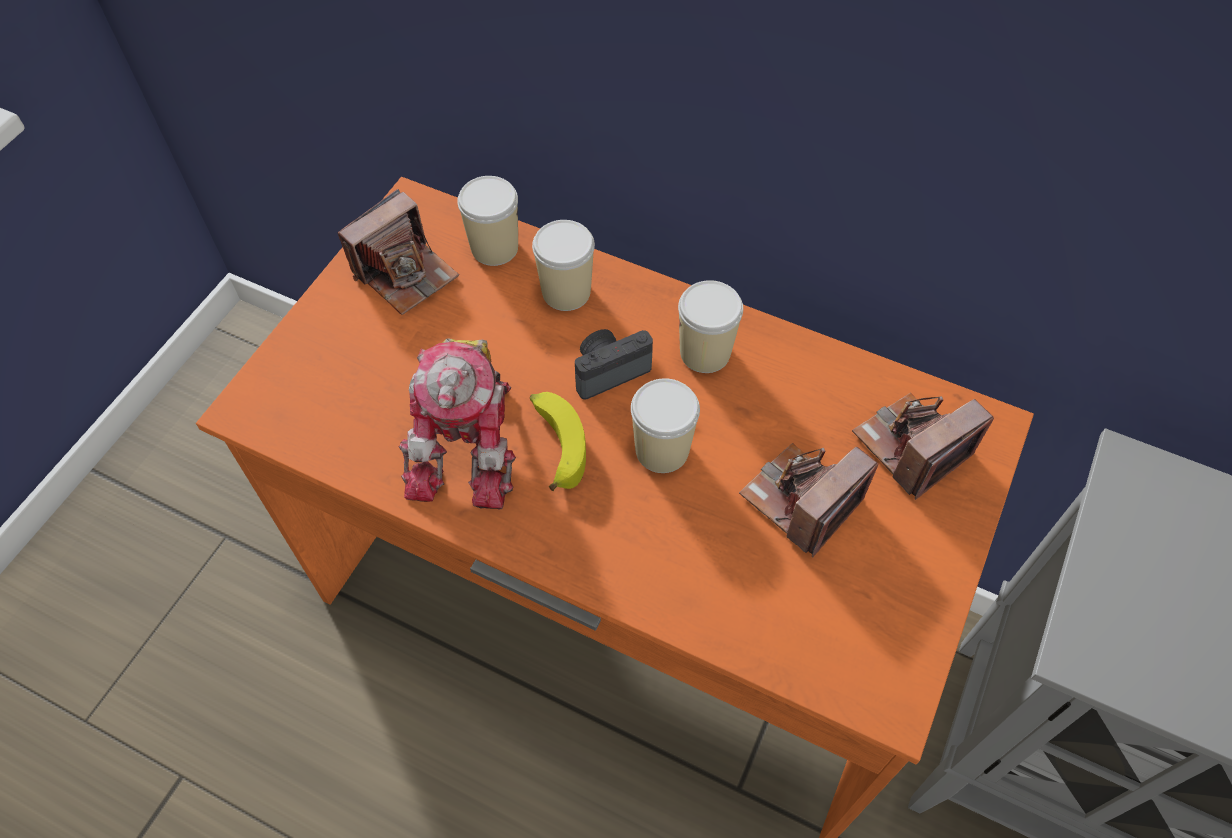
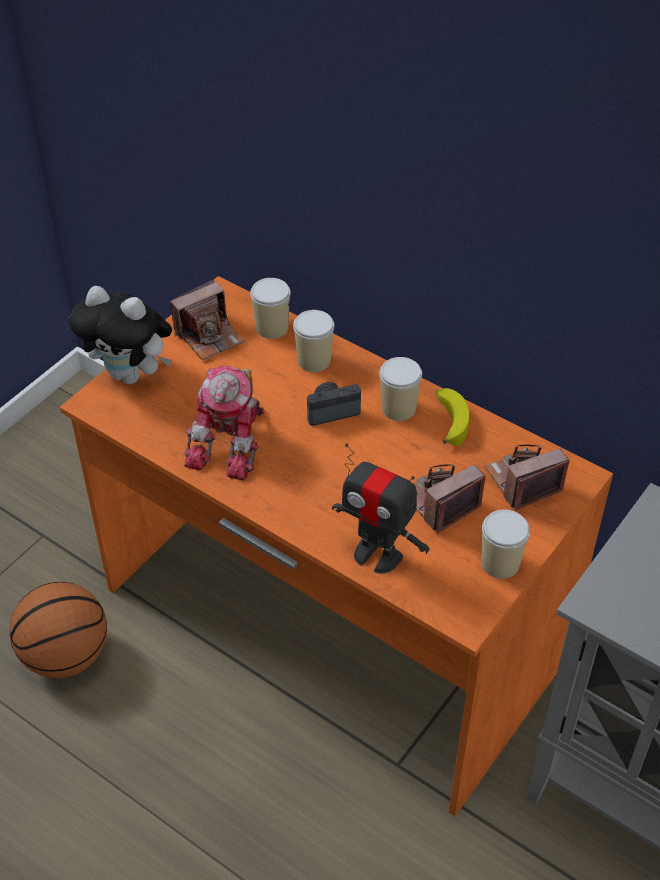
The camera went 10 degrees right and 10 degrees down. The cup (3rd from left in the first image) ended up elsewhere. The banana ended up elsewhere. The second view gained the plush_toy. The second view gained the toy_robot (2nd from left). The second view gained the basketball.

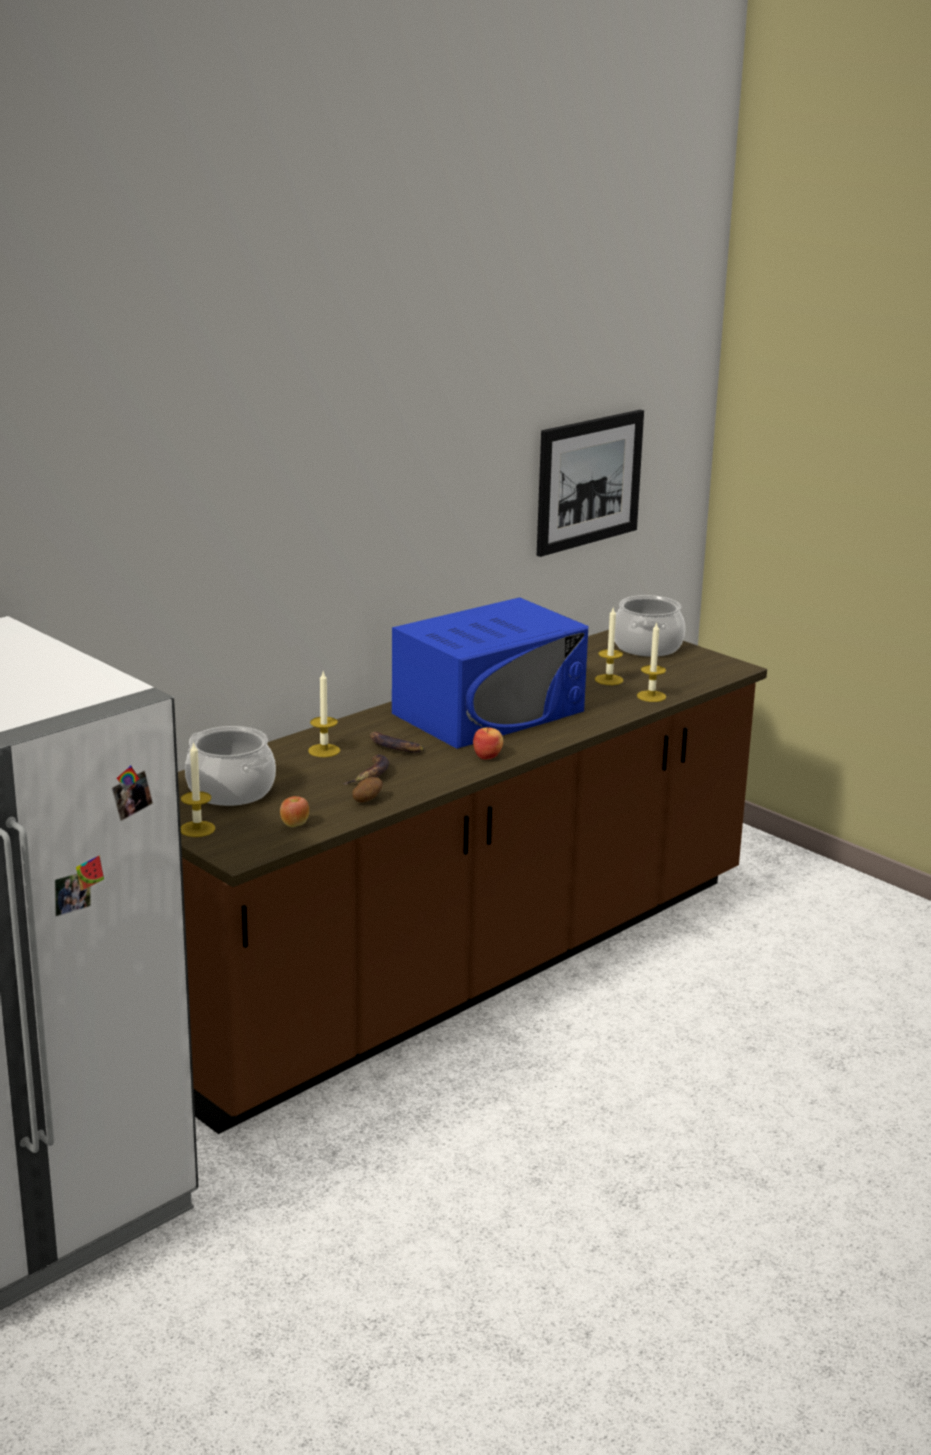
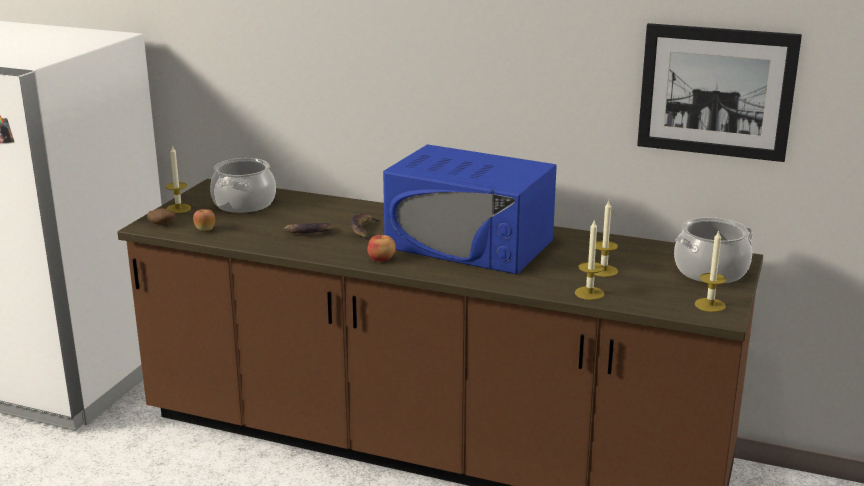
The camera went 65 degrees right and 0 degrees up. The candle (2nd from left in the first image) ended up elsewhere. The potato ended up elsewhere.

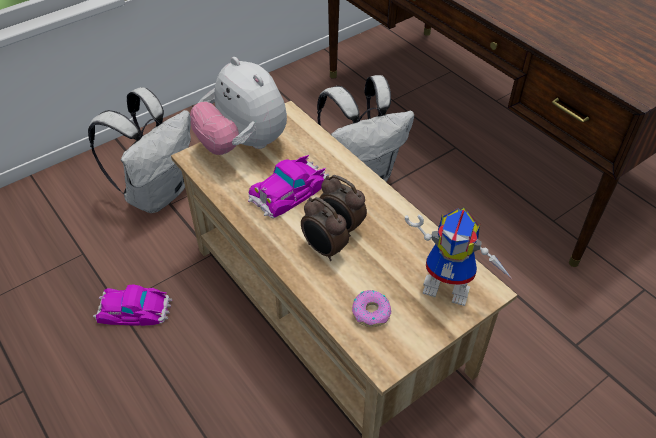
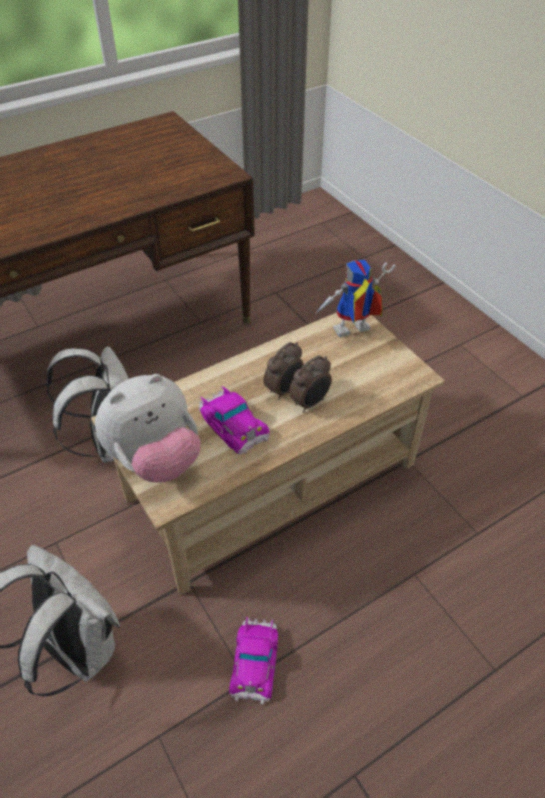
The camera went 85 degrees left and 0 degrees up. The toy_robot ended up facing another way, 135 degrees counterclockwise from before. The second view lost the donut.

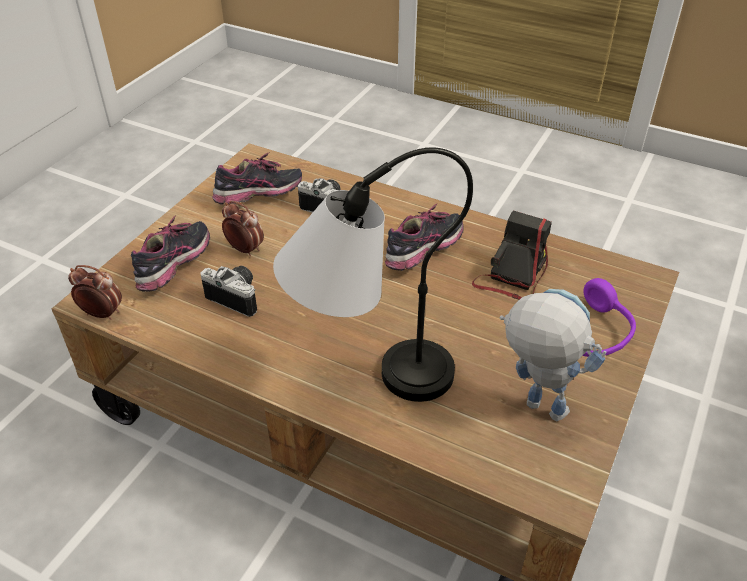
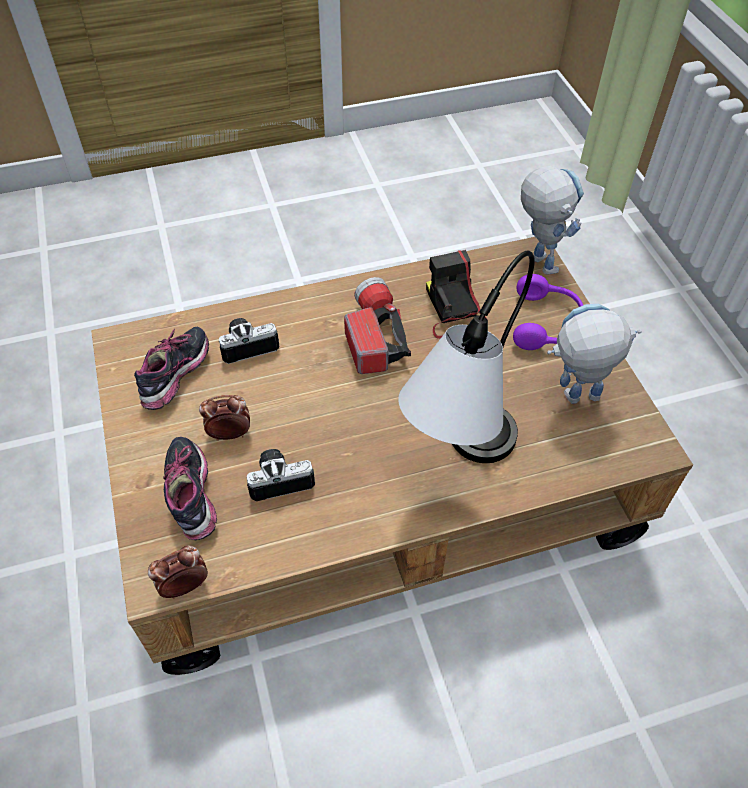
The camera went 45 degrees left and 10 degrees up. Where the shoe (3rd from left) stood, the flashlight came to stand. The second view gained the toy_robot (1st from left).

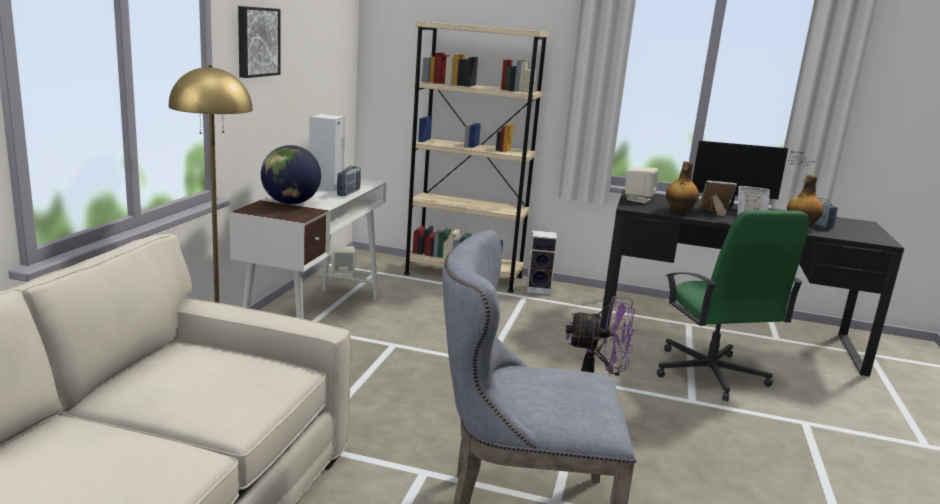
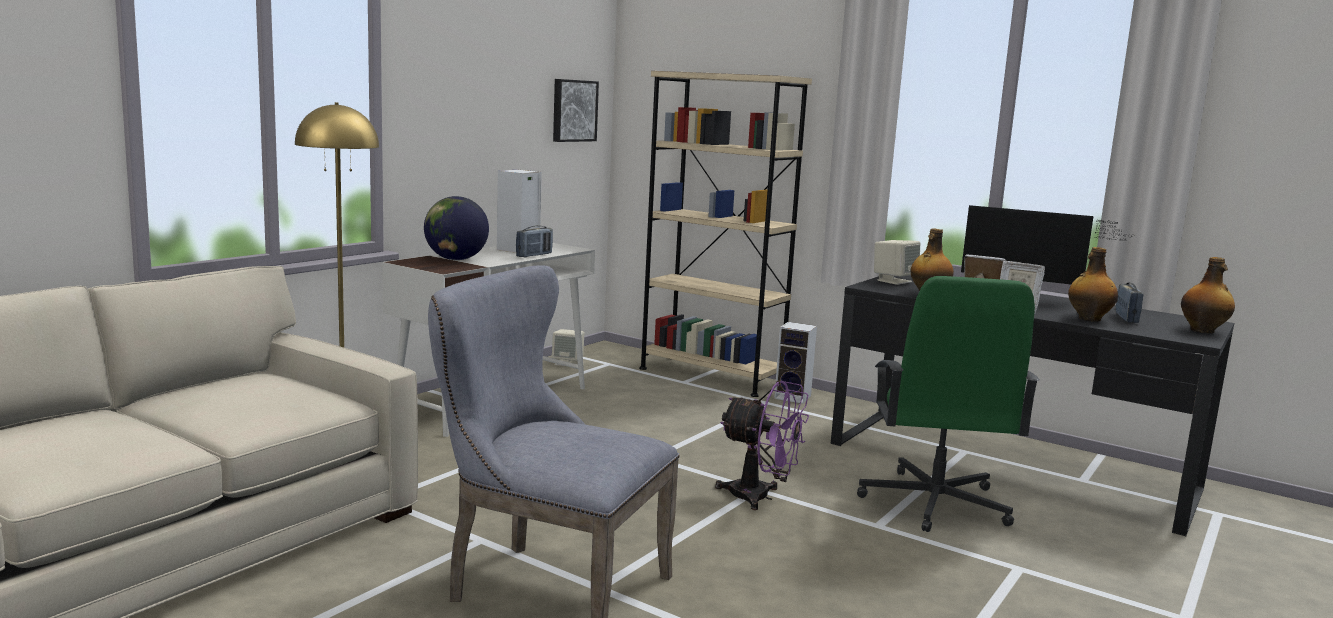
The camera went 20 degrees right and 5 degrees down. The picture ended up elsewhere. The second view gained the bottle (3rd from left).

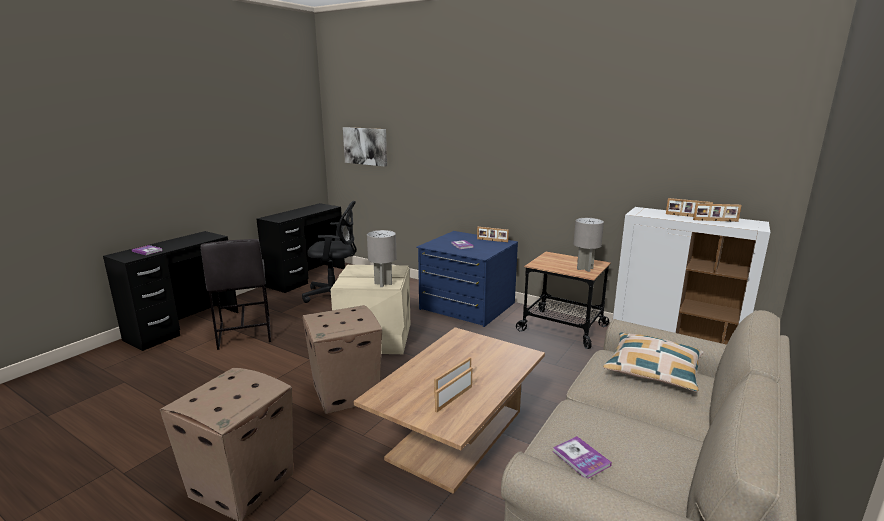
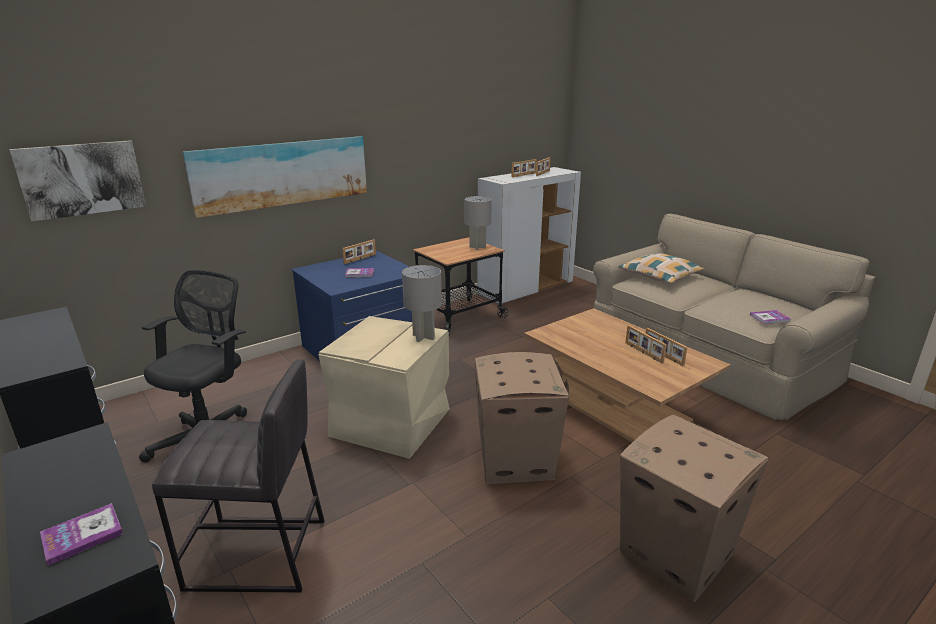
The camera went 70 degrees left and 5 degrees up. The second view gained the picture (2nd from left).

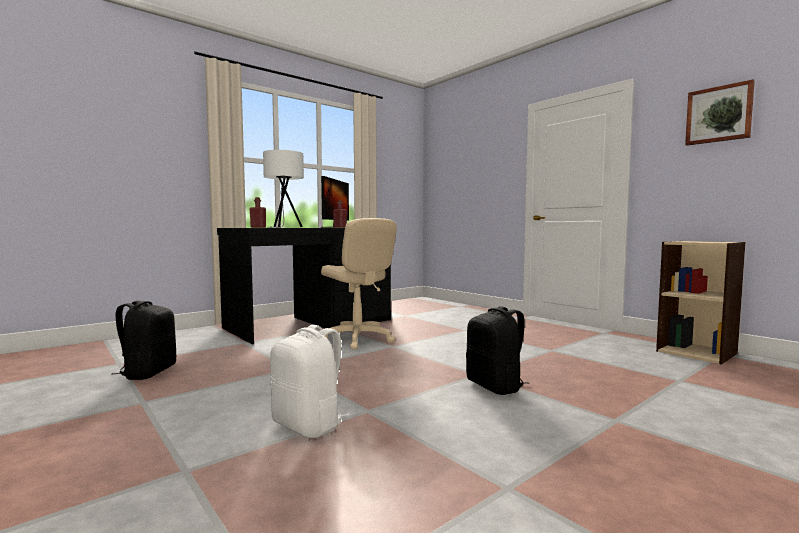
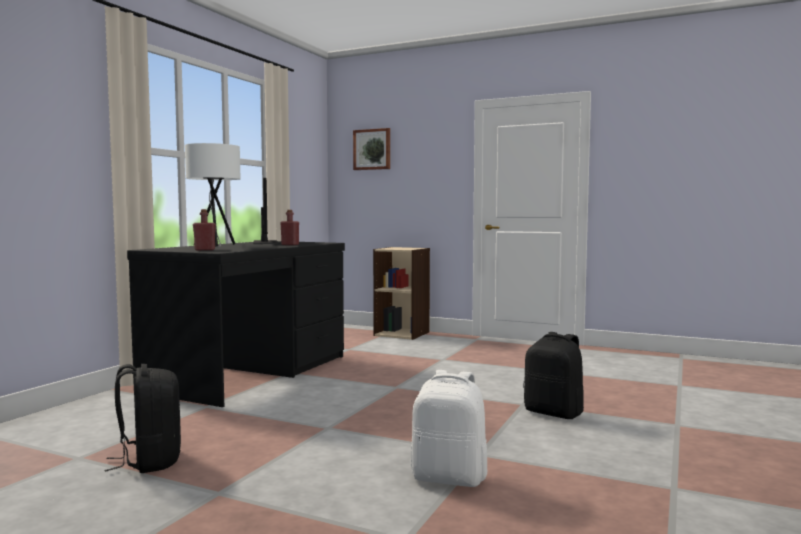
The camera went 25 degrees left and 0 degrees up. The picture ended up elsewhere. The second view lost the beige_office_chair. The beige_bookcase ended up elsewhere.

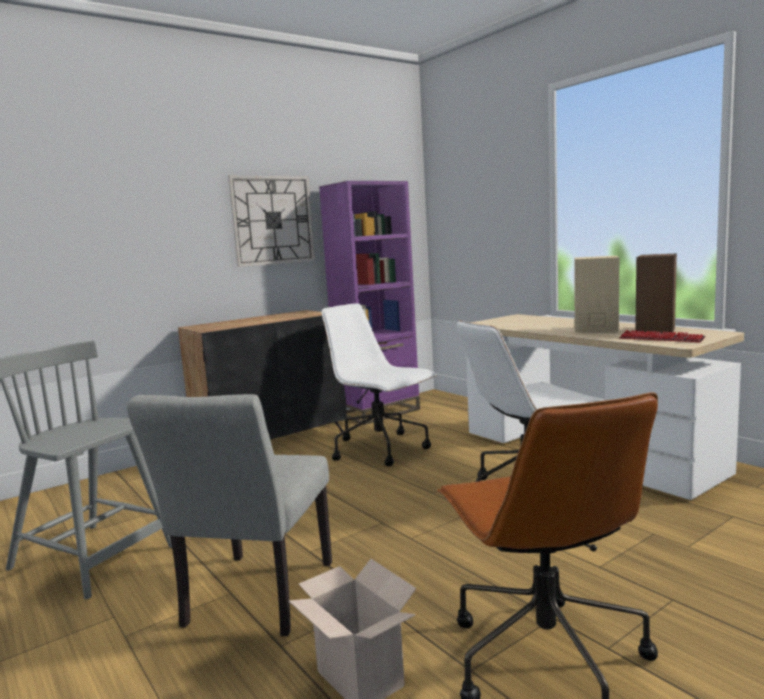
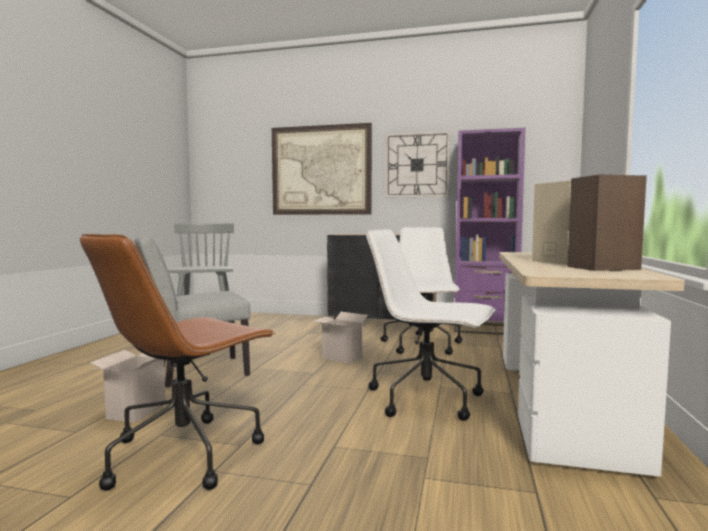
The camera went 50 degrees right and 5 degrees down. The second view lost the keyboard. The second view gained the picture. The second view gained the cardboard_box (2nd from left).

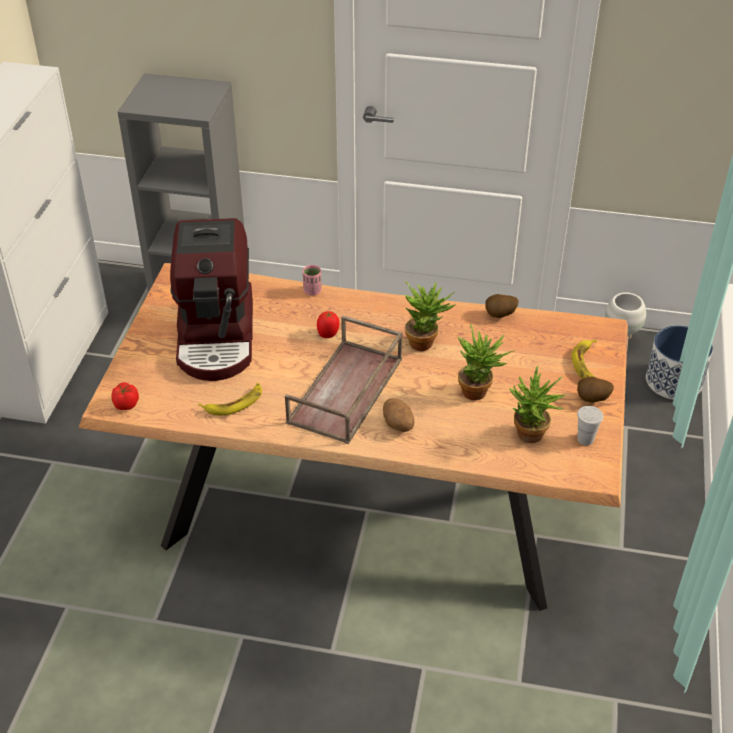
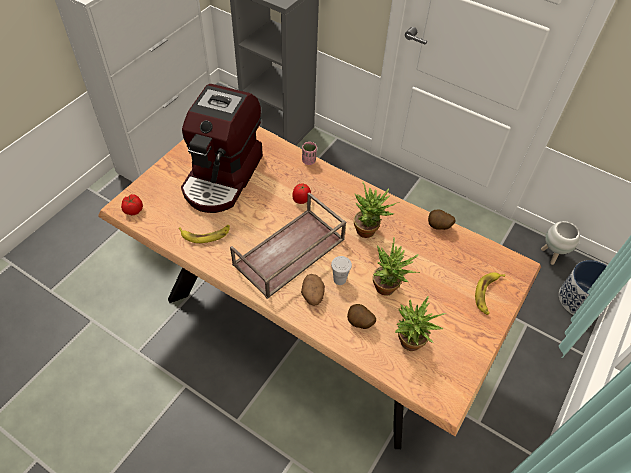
The camera went 20 degrees right and 10 degrees up. The potato (3rd from left in the first image) ended up elsewhere. The white_cup ended up elsewhere.

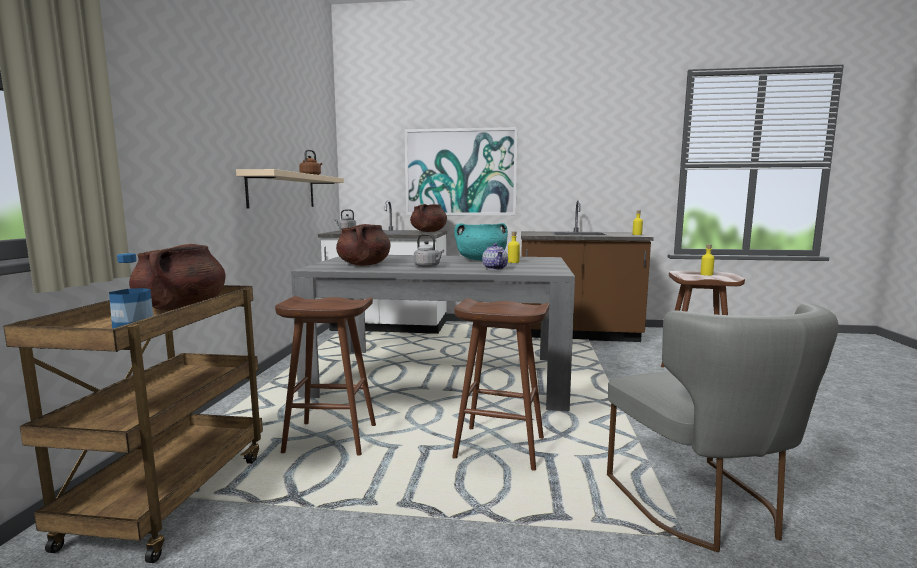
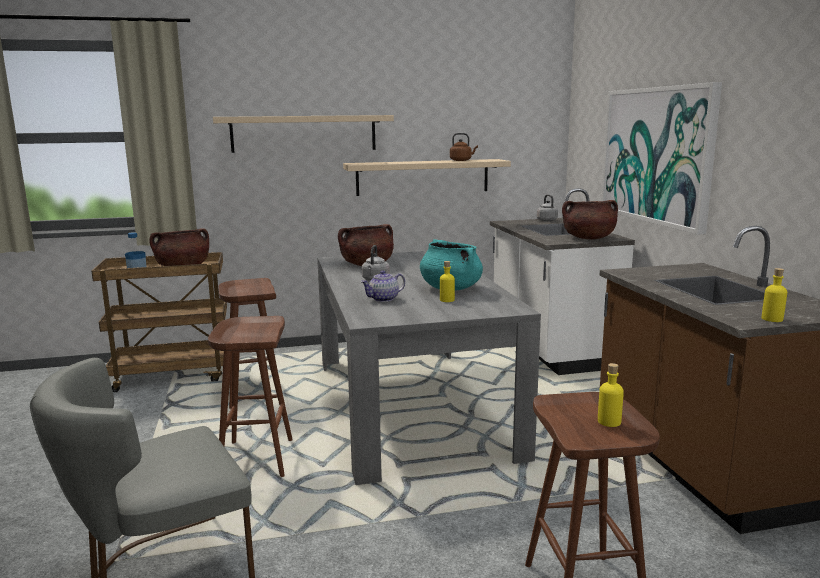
The camera went 70 degrees right and 5 degrees up. The second view gained the beige_shelf (1st from left).

